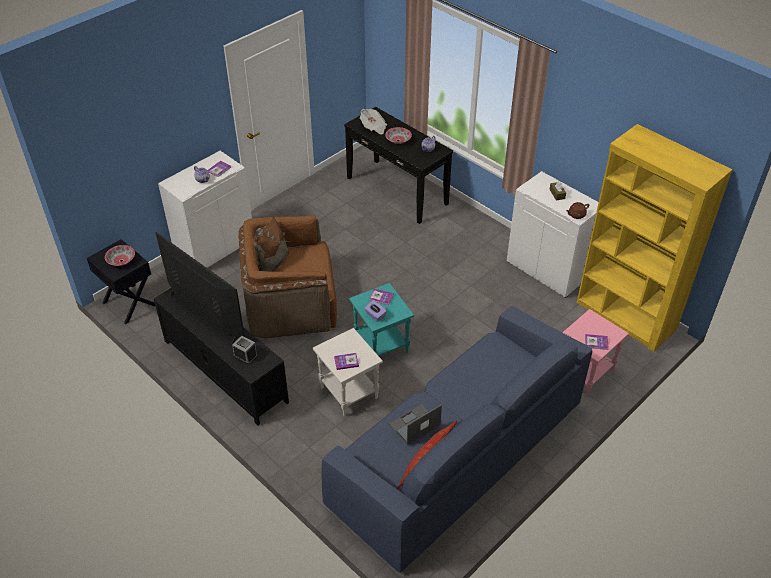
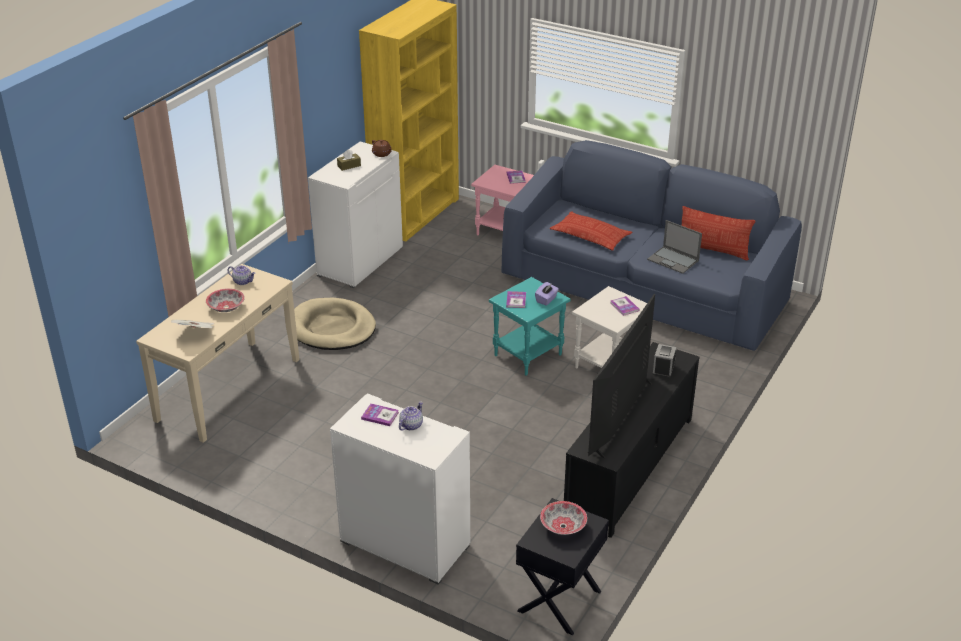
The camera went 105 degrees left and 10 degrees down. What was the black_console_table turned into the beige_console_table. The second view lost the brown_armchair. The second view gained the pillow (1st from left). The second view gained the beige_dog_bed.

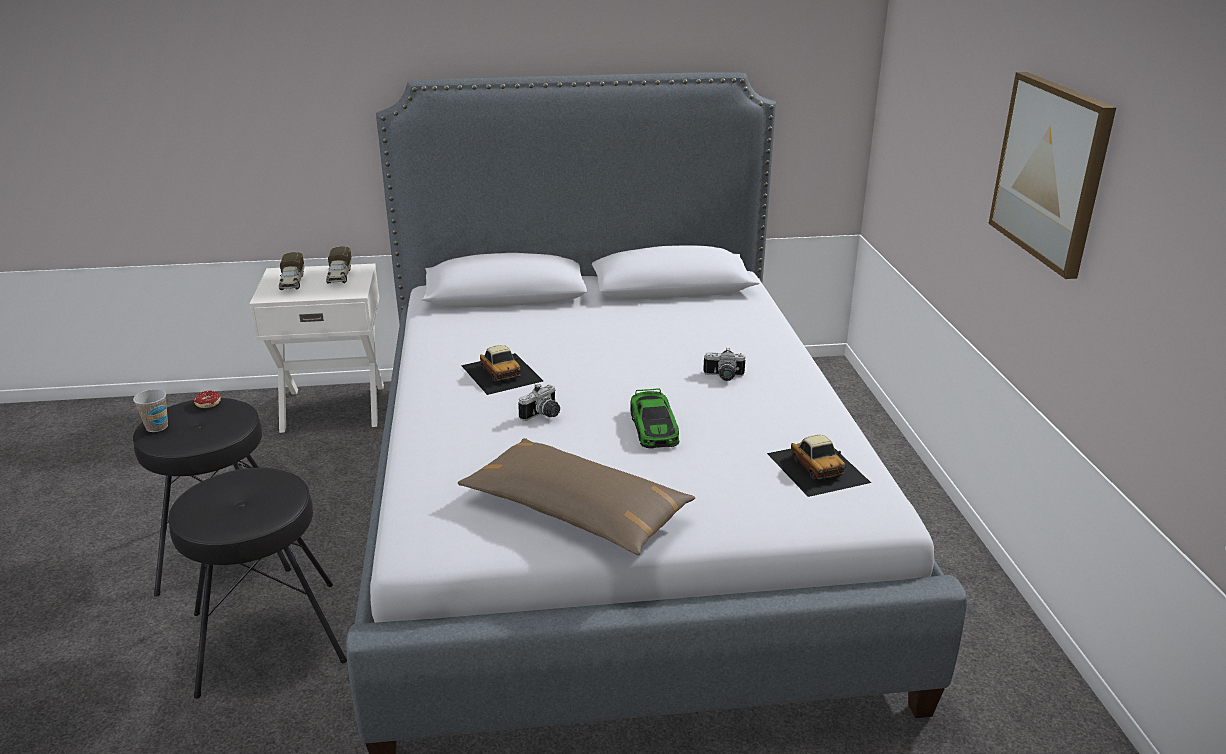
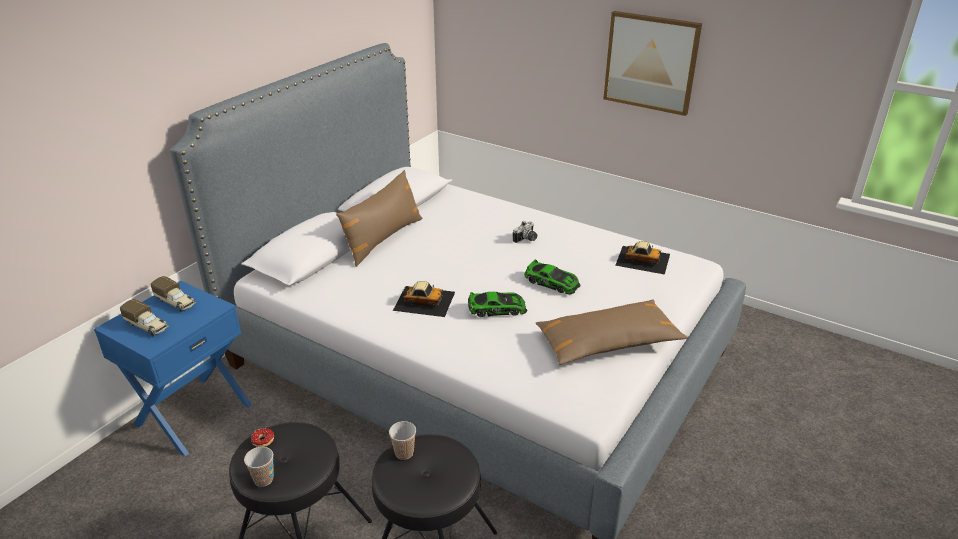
The camera went 50 degrees left and 5 degrees up. What was the white_nightstand turned into the blue_nightstand. Where the photo_camera (1st from left) stood, the toy_car (2nd from left) came to stand. The second view gained the brown_pillow (1st from left). The second view gained the cup (2nd from left).

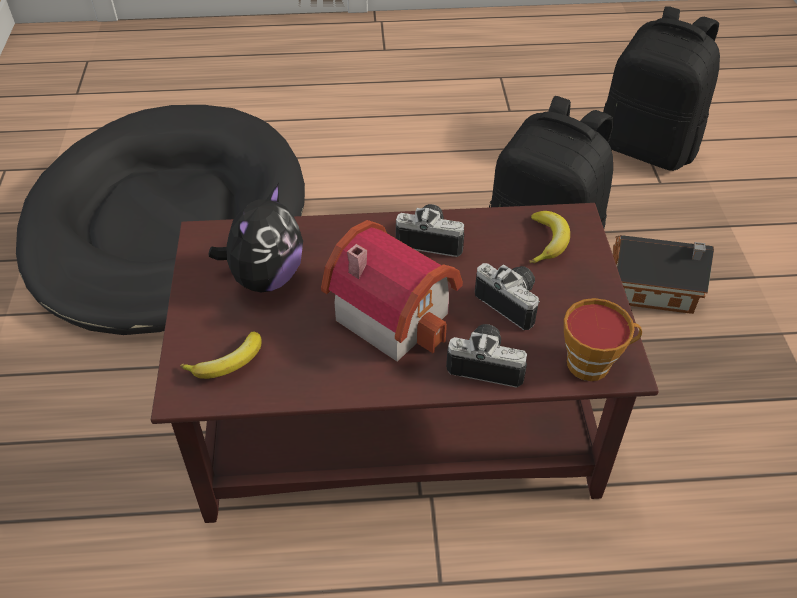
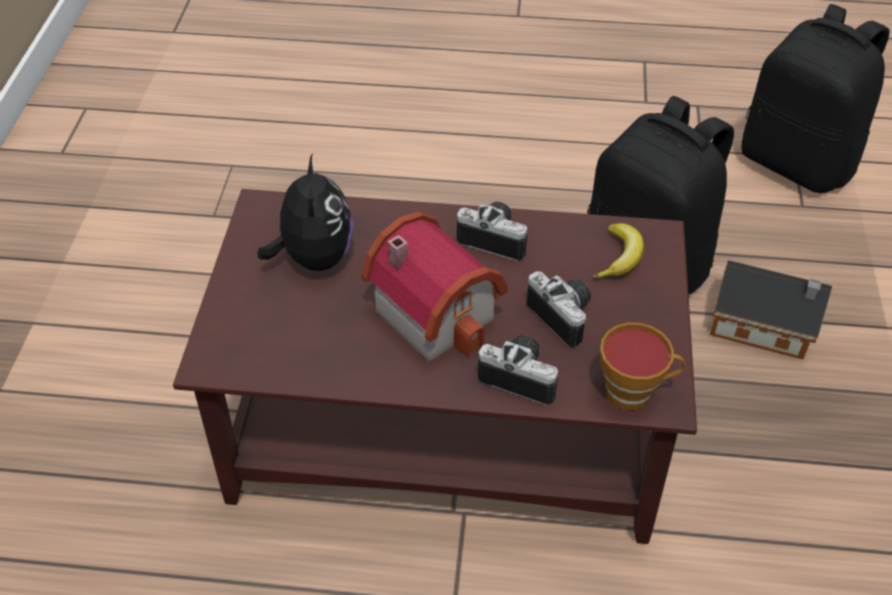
The camera went 10 degrees right and 0 degrees up. The second view lost the black_dog_bed. The plush_toy ended up facing another way, 45 degrees counterclockwise from before. The second view lost the banana (1st from left).

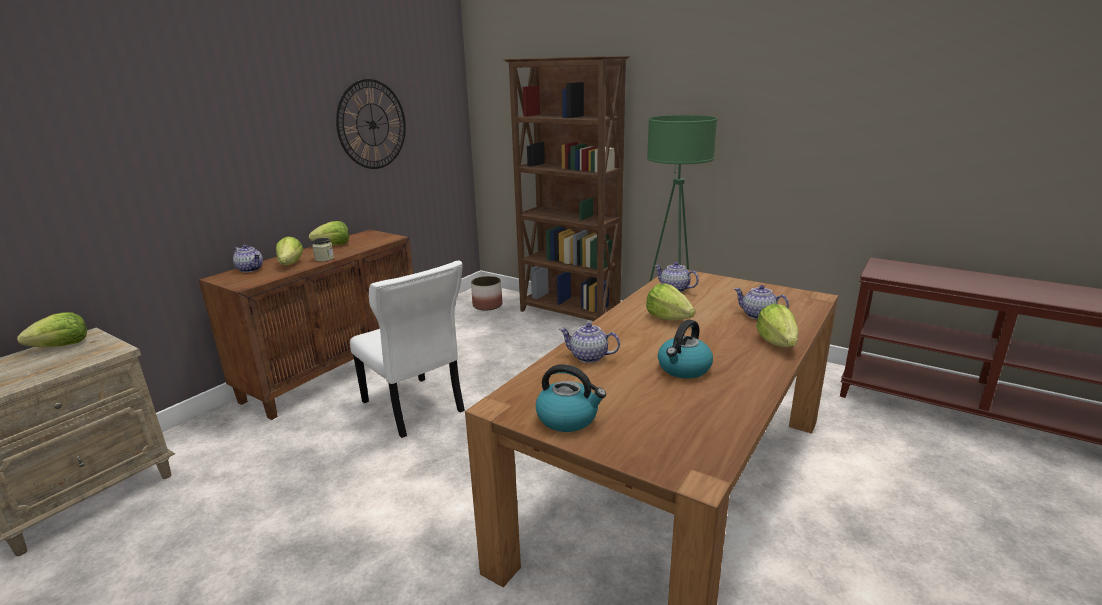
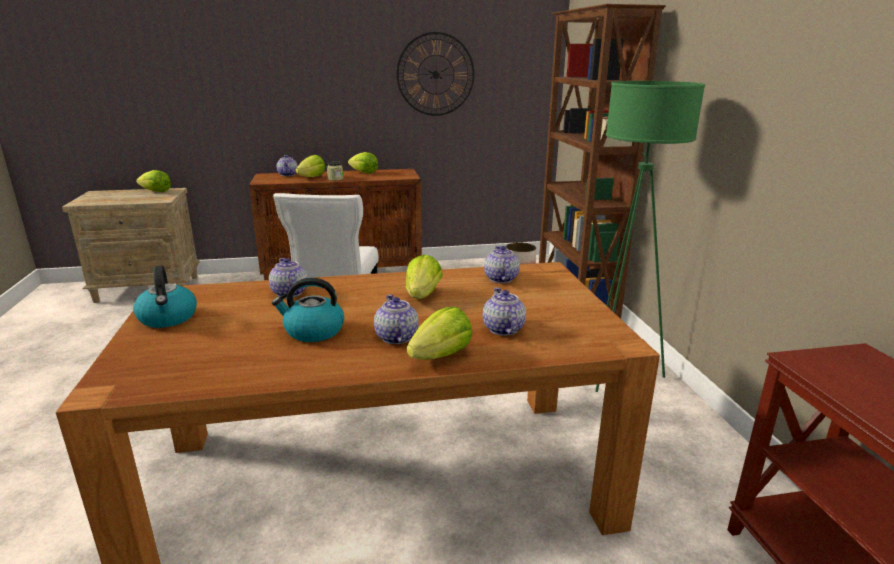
The camera went 45 degrees right and 0 degrees up. The second view gained the teapot (3rd from left).

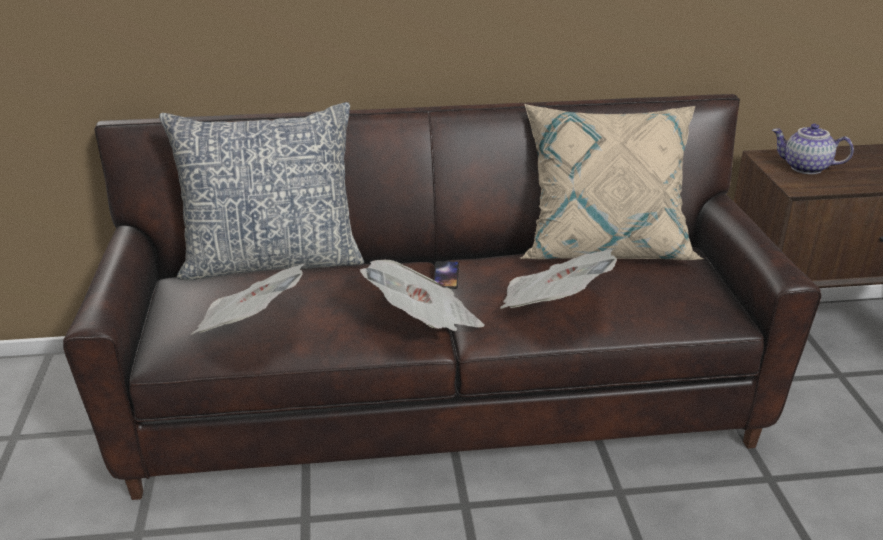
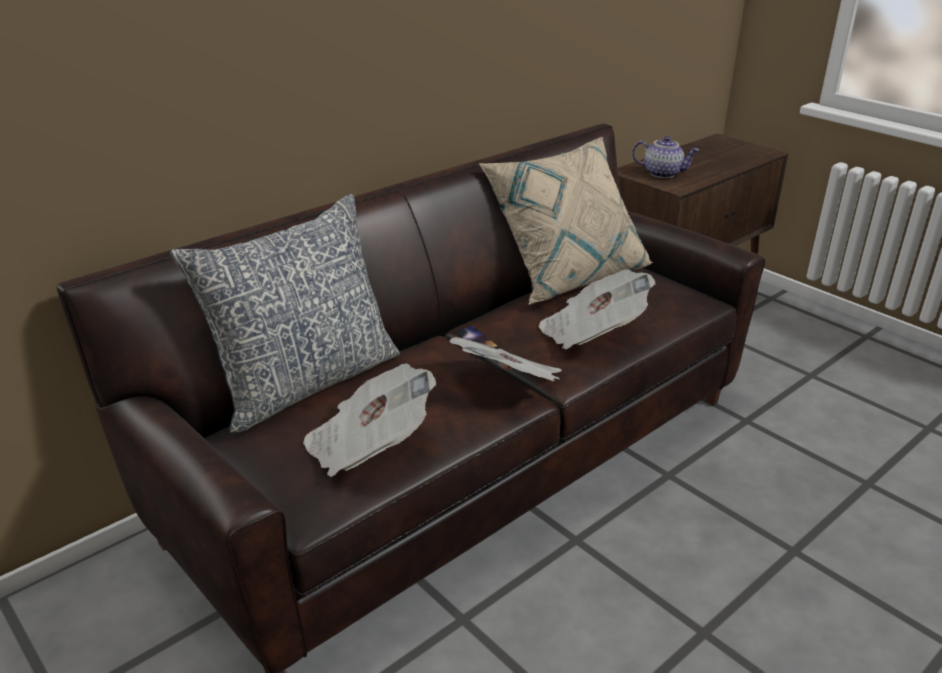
The camera went 35 degrees left and 0 degrees up. The teapot ended up facing another way, 150 degrees counterclockwise from before.

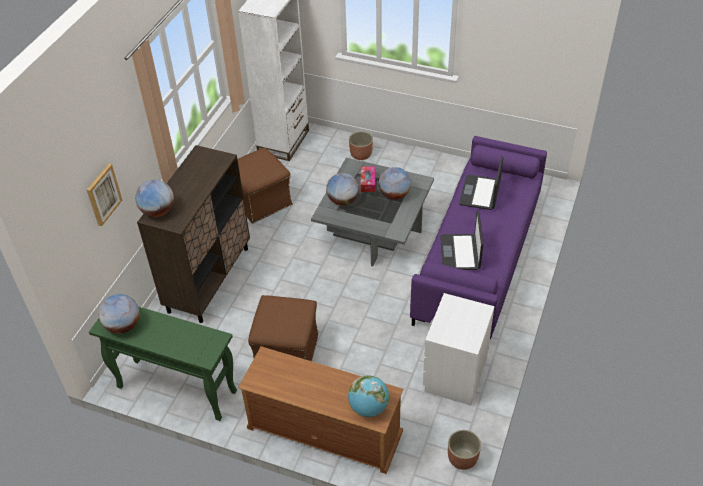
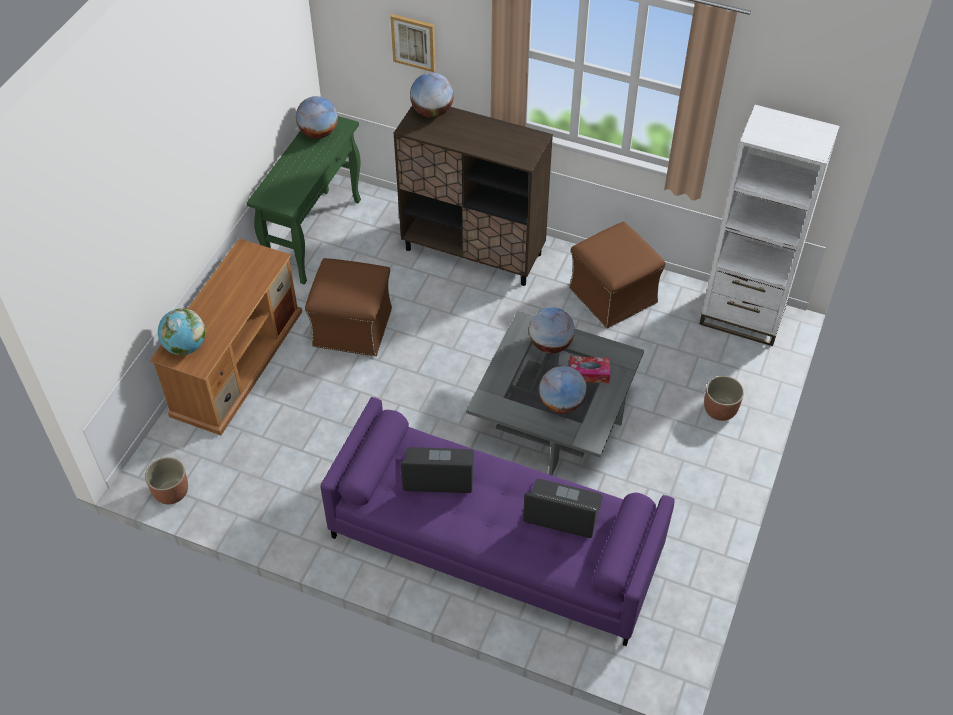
The camera went 90 degrees right and 5 degrees up. The second view lost the white_nightstand.

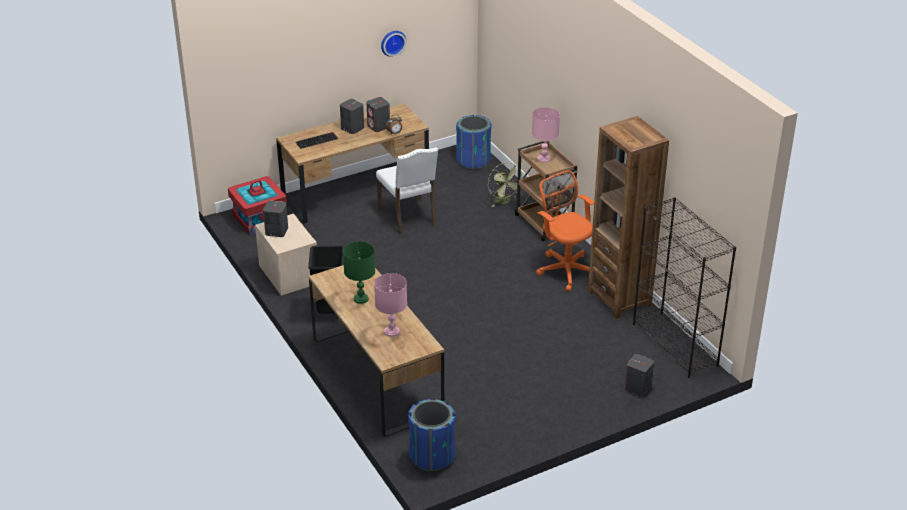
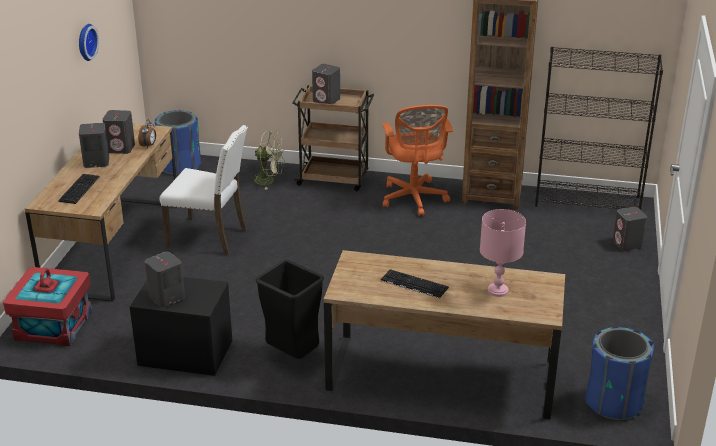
The camera went 50 degrees left and 5 degrees down. Where the pink_table_lamp (2nd from left) stood, the grey_speaker (4th from left) came to stand. The orange_office_chair ended up facing another way, 105 degrees counterclockwise from before. What was the beige_nightstand turned into the black_nightstand. Where the green_table_lamp stood, the keyboard (2nd from left) came to stand.

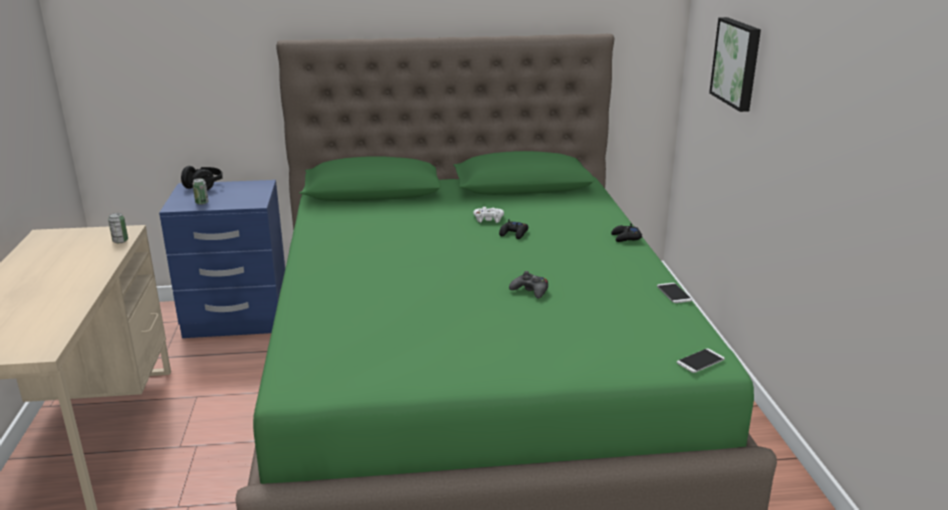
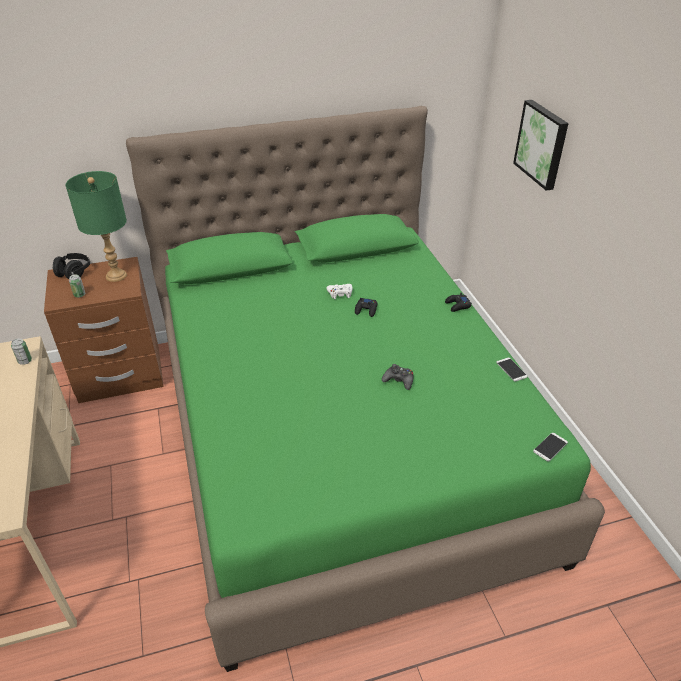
The camera went 10 degrees left and 15 degrees up. What was the blue_nightstand turned into the brown_nightstand. The second view gained the green_table_lamp.

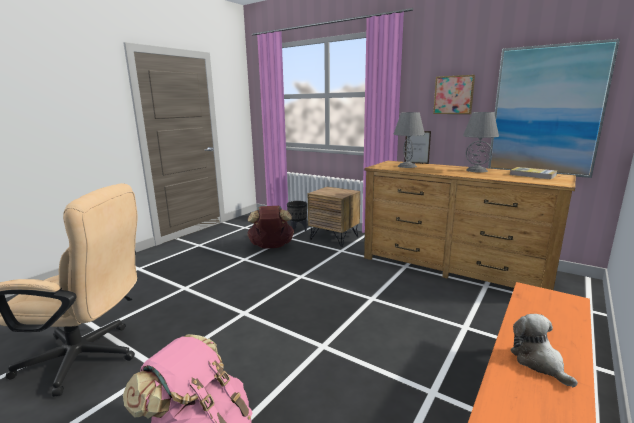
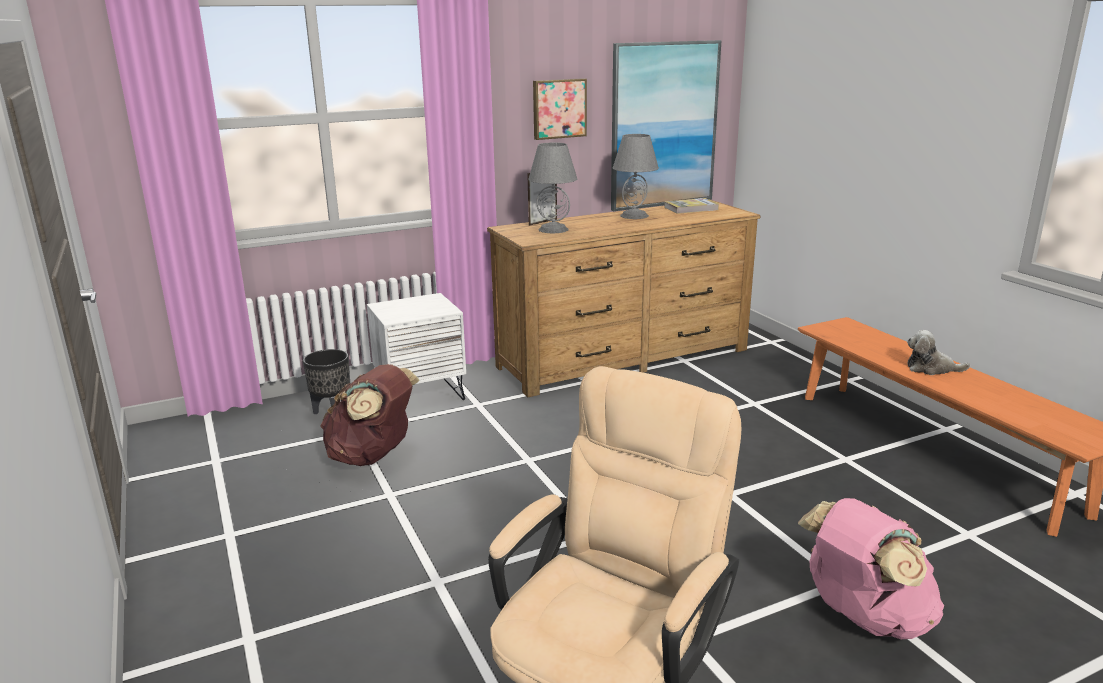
The camera went 60 degrees left and 5 degrees up. What was the brown_nightstand turned into the white_nightstand.

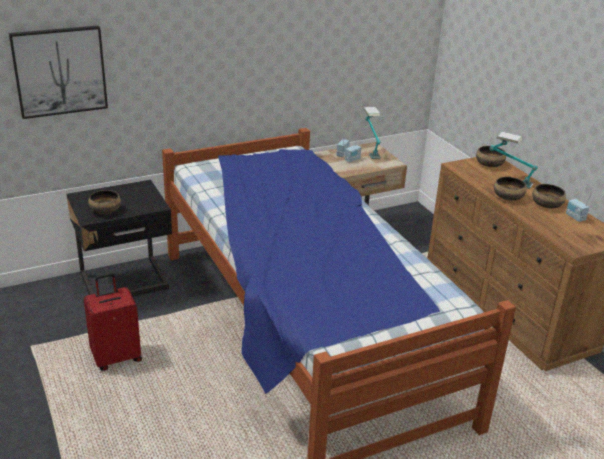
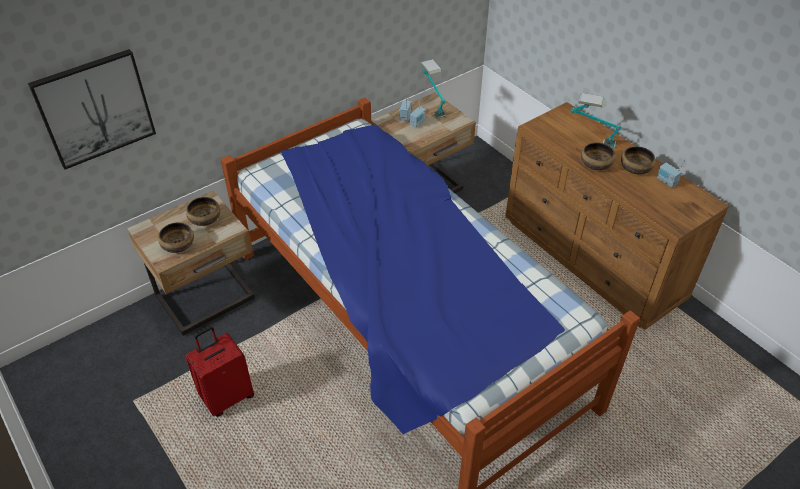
The camera went 10 degrees left and 15 degrees up. The bowl (2nd from left) ended up elsewhere. What was the black_nightstand turned into the beige_nightstand (1st from left).

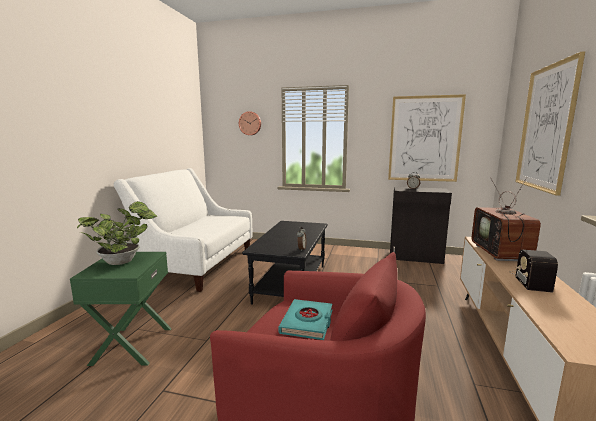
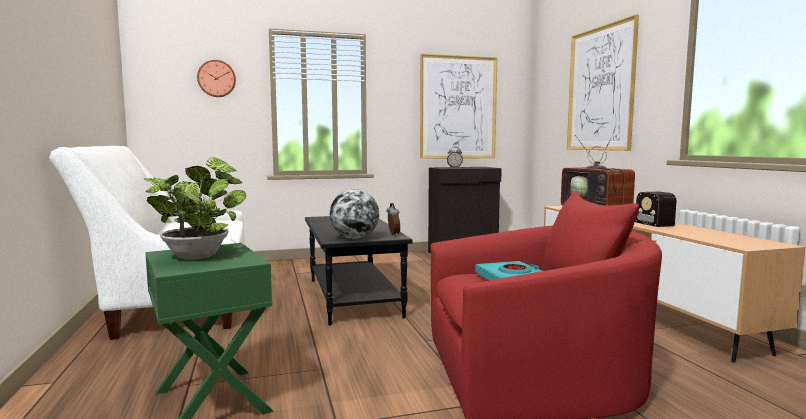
The camera went 30 degrees left and 5 degrees down. The second view gained the globe.

